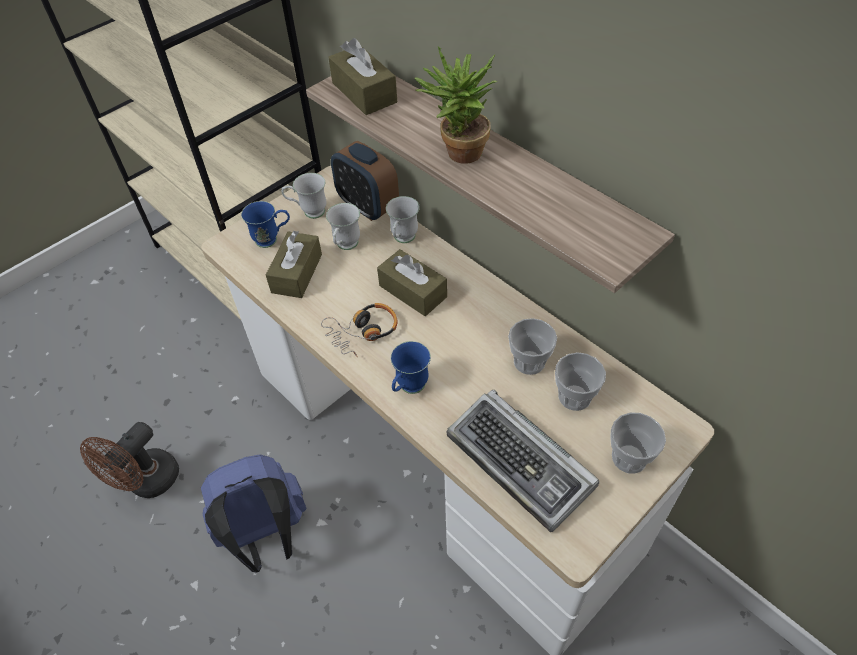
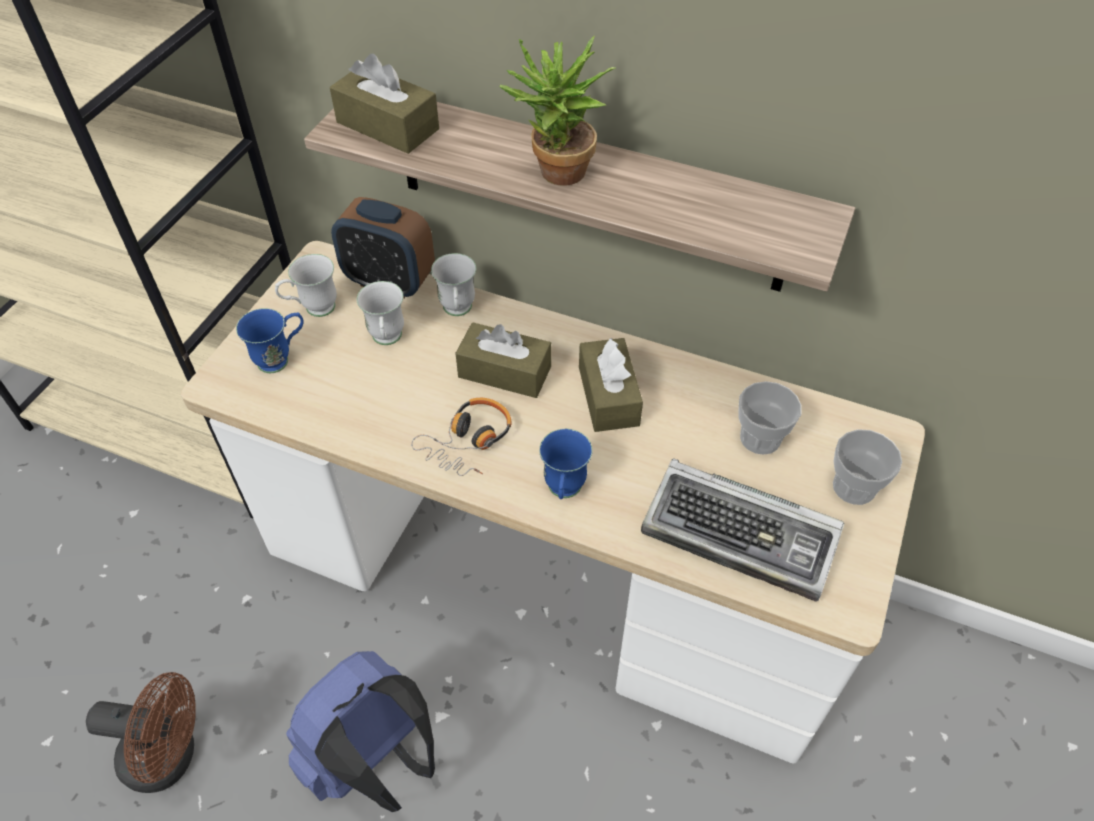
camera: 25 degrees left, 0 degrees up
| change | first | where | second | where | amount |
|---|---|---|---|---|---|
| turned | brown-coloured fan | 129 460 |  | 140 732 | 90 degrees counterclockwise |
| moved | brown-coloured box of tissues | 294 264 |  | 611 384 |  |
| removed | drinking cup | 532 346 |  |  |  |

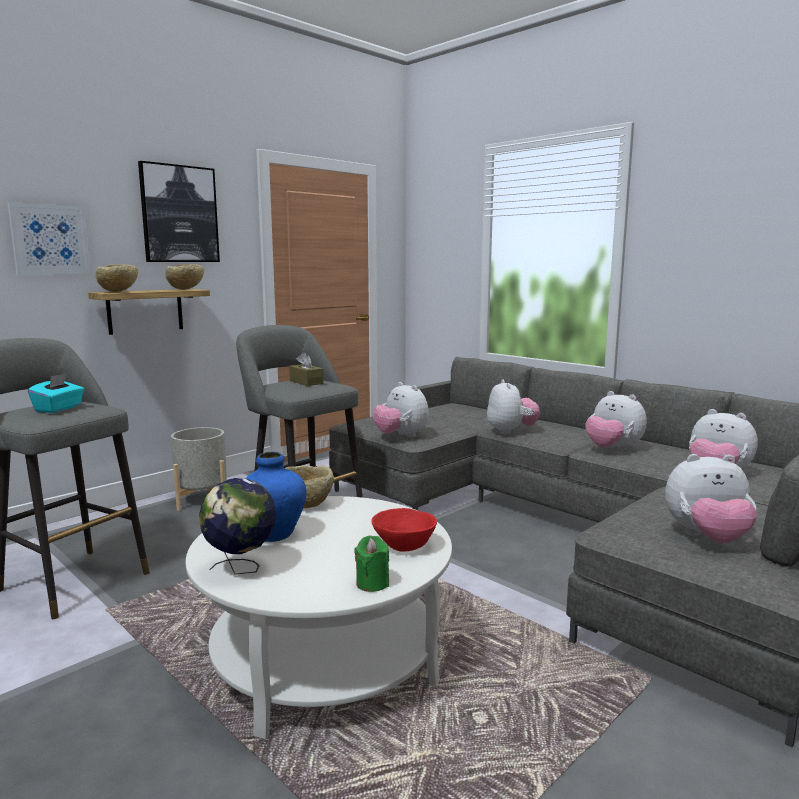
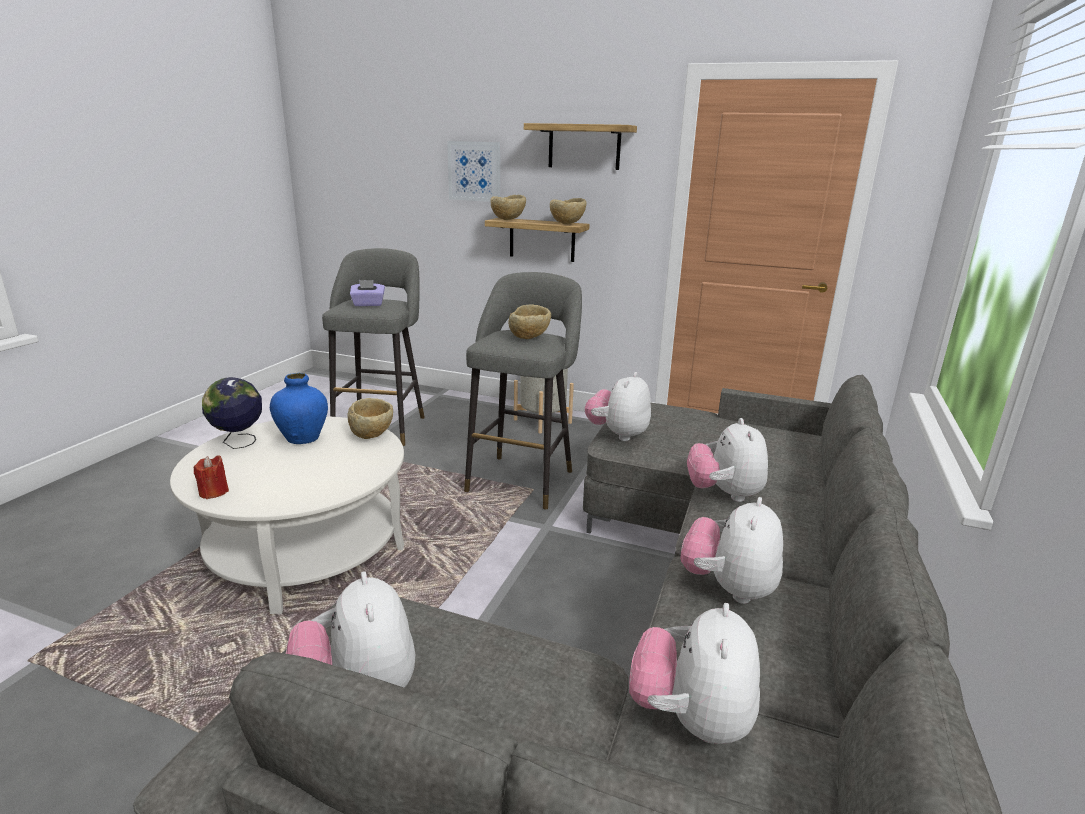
camera: 65 degrees right, 10 degrees up
| change | first | where | second | where | amount |
|---|---|---|---|---|---|
| recoloured | turquoise box of tissues | 55 393 | purple-coloured box of tissues | 367 293 |  |
| replaced | picture | 179 211 | bracket shelf | 580 146 |  |
| replaced | brown-coloured box of tissues | 306 369 | sand-coloured deep dish | 529 321 |  |
| recoloured | green wax light | 371 564 | reddish wax light | 211 477 |  |
| removed | reddish deep dish | 404 529 |  |  |  |
| turned | cuddly toy | 513 406 |  | 727 460 | 120 degrees clockwise |

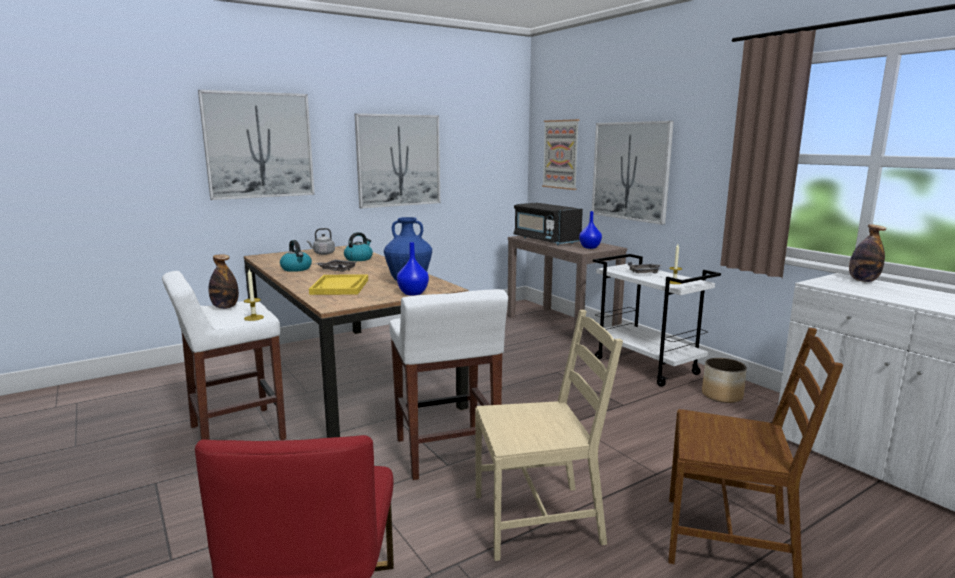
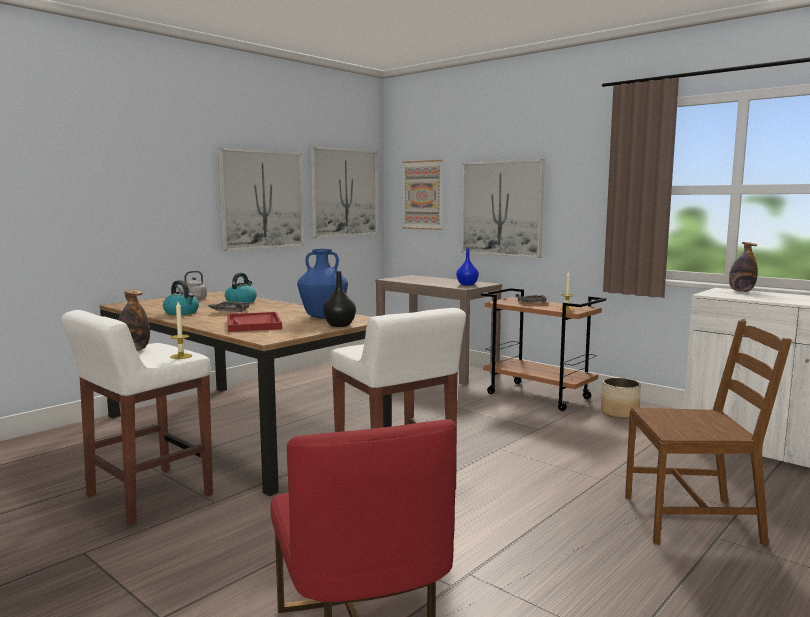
camera: 15 degrees left, 5 degrees down
| change | first | where | second | where | amount |
|---|---|---|---|---|---|
| moved | picture | 256 145 |  | 344 192 |  |
| recoloured | yellow carrying tray | 338 285 | reddish carrying tray | 254 322 |  |
| recoloured | blue-coloured vase | 413 269 | black vase | 339 299 |  |
| removed | sand-coloured plain chair | 549 435 |  |  |  |
| removed | black microwave | 548 224 |  |  |  |
| recoloured | white wheeled cart | 657 320 | brown-coloured wheeled cart | 543 349 |  |

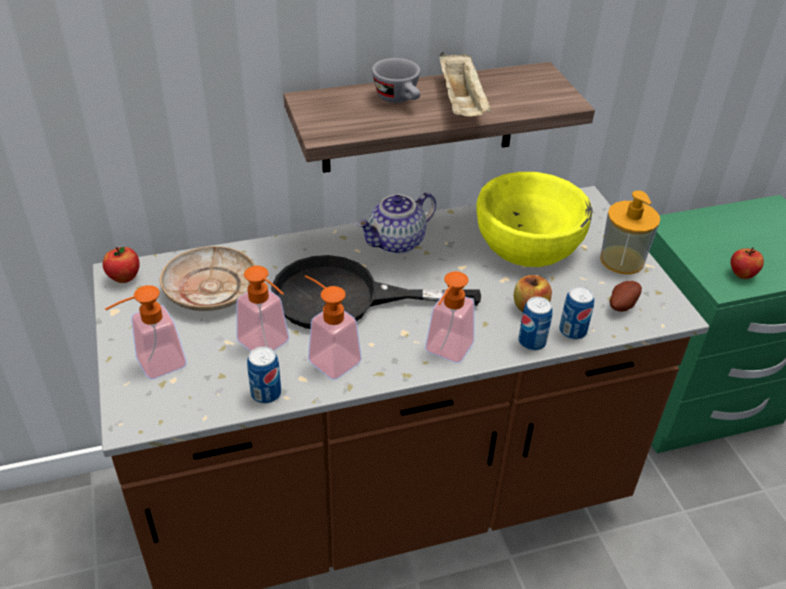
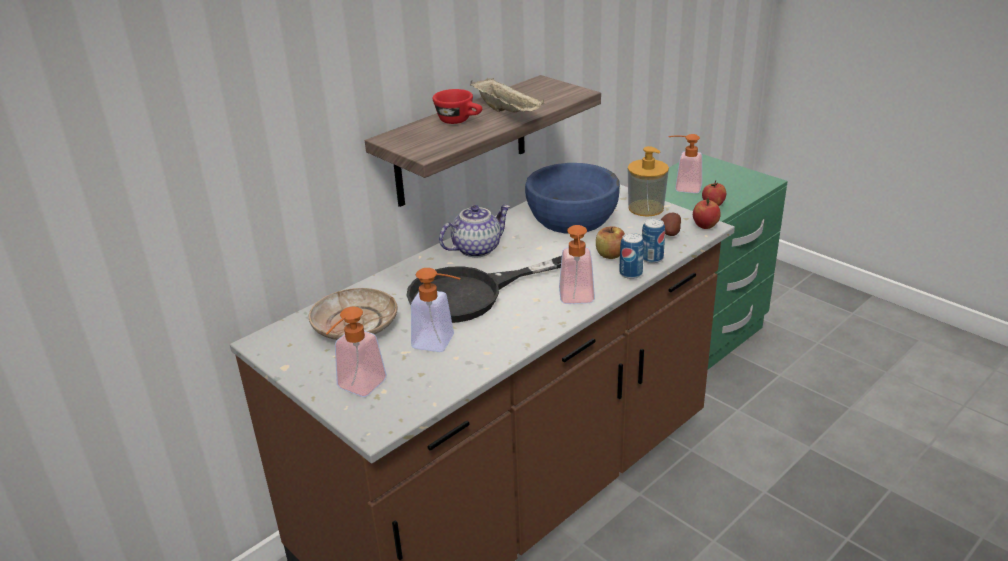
camera: 25 degrees left, 10 degrees down
| change | first | where | second | where | amount |
|---|---|---|---|---|---|
| moved | apple | 121 265 |  | 707 213 |  |
| removed | sealed can | 264 375 |  |  |  |
| moved | soap dispenser | 333 327 |  | 685 163 |  |
| turned | pot for tea | 396 223 |  | 475 231 | 150 degrees counterclockwise |
| recoloured | greyish drinking cup | 396 80 | reddish drinking cup | 457 106 |  |
| recoloured | yellow deep dish | 534 219 | blue-coloured deep dish | 572 198 |  |

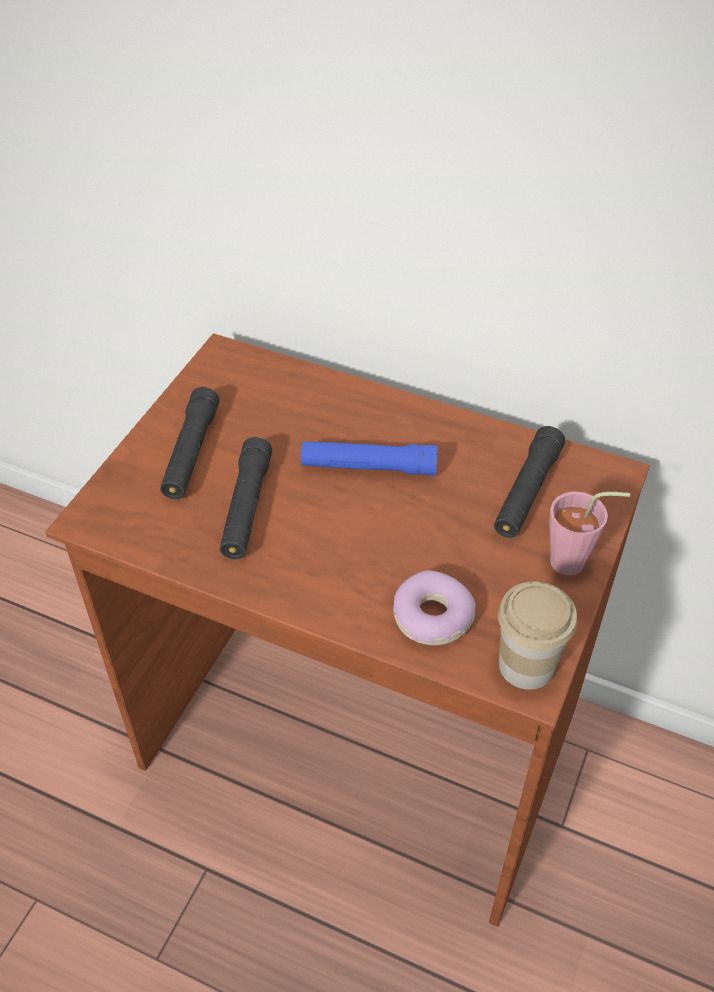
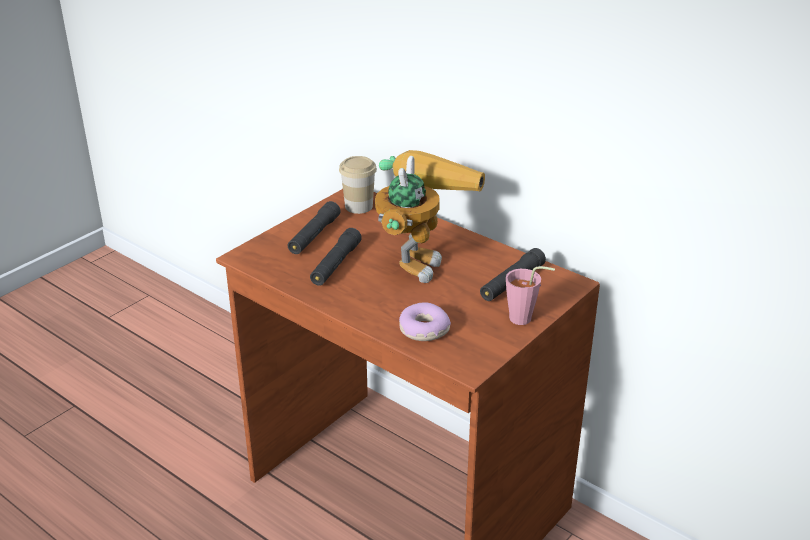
camera: 15 degrees right, 15 degrees down
| change | first | where | second | where | amount |
|---|---|---|---|---|---|
| replaced | blue-coloured torch | 369 458 | robot figure | 430 216 |  |
| moved | drinking cup | 537 635 |  | 358 185 |  |

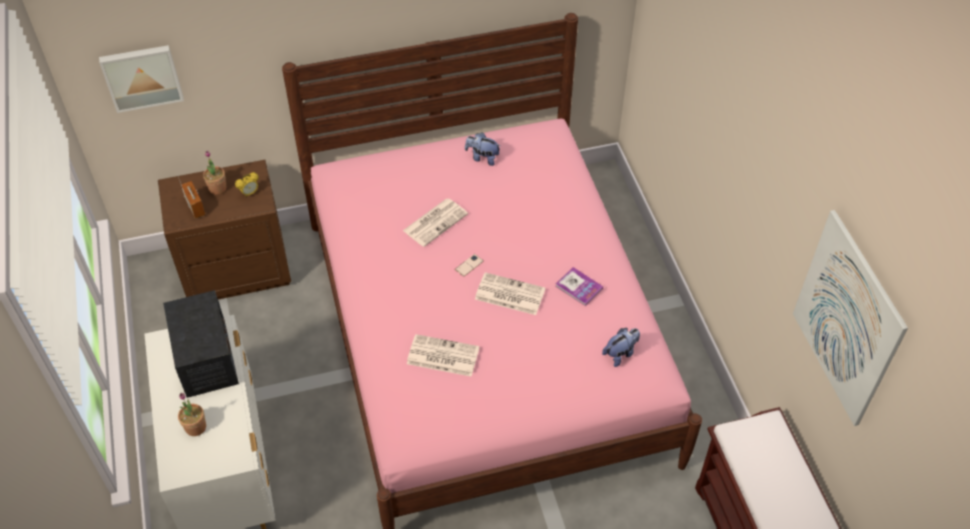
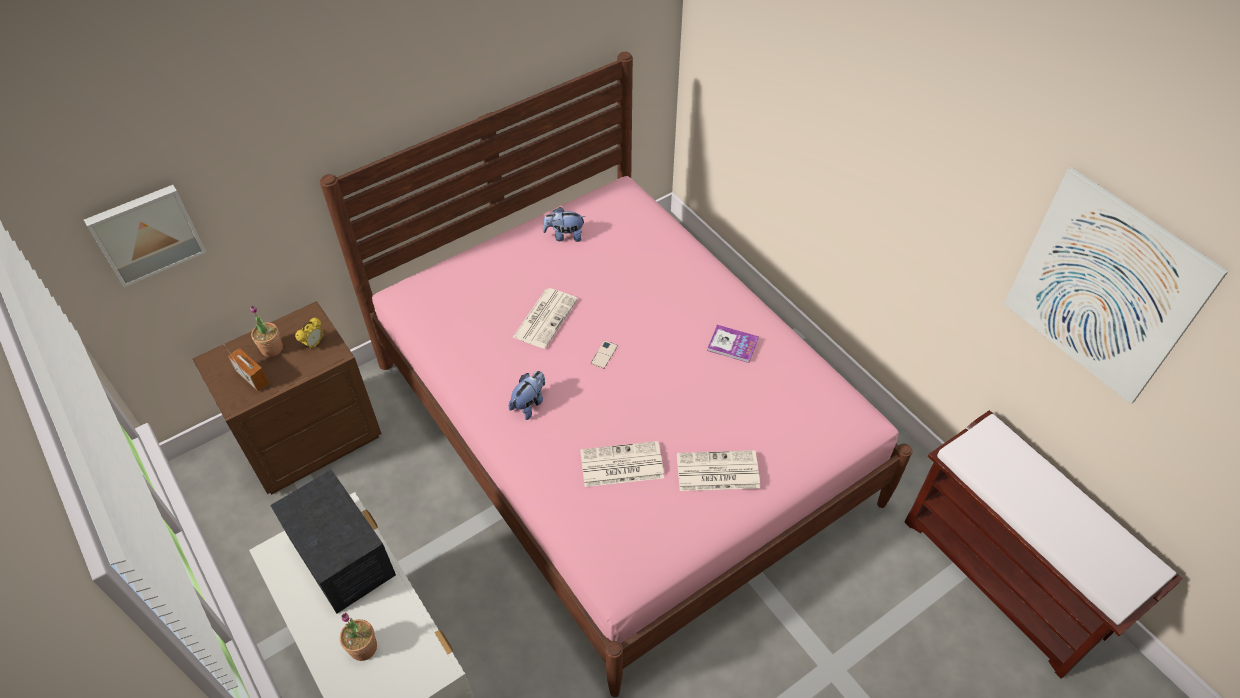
camera: 20 degrees left, 0 degrees up
| change | first | where | second | where | amount |
|---|---|---|---|---|---|
| moved | printed paper | 510 293 |  | 718 470 |  |
| moved | cuddly toy | 621 347 |  | 527 395 |  |

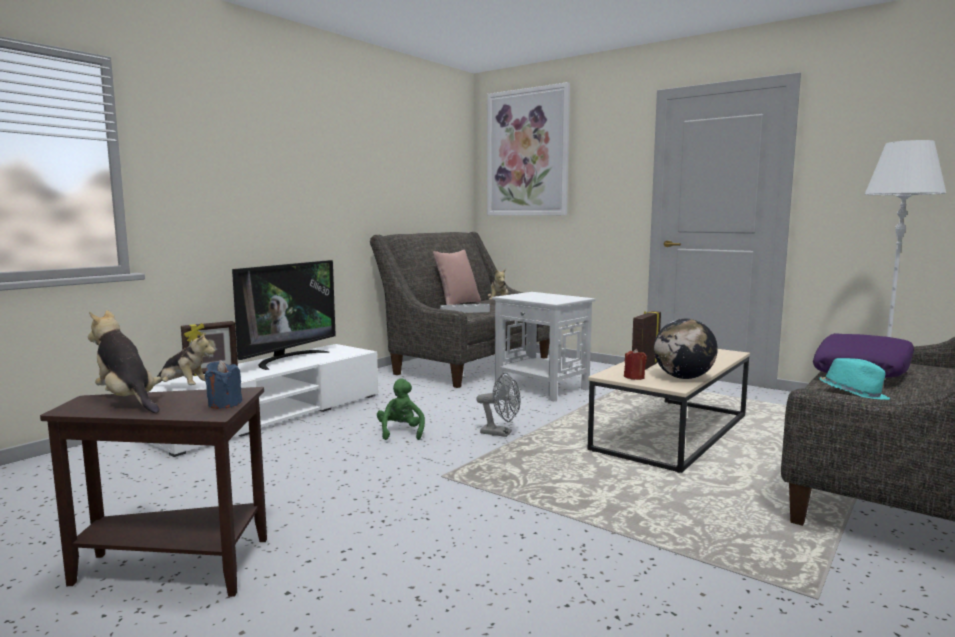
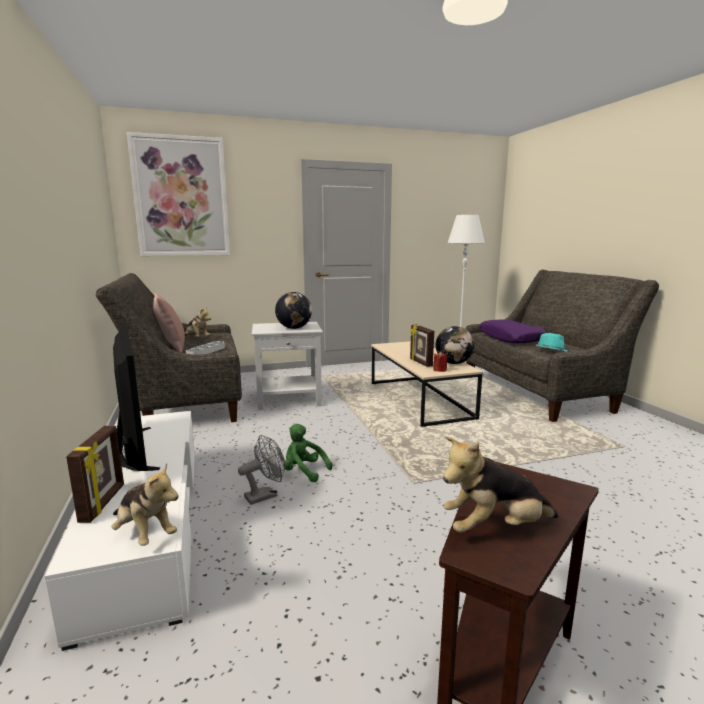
camera: 55 degrees left, 5 degrees up
| change | first | where | second | where | amount |
|---|---|---|---|---|---|
| turned | cuddly toy | 186 358 |  | 145 505 | 75 degrees clockwise |
| removed | blue-coloured wax light | 223 384 |  |  |  |
| moved | greyish fan | 498 405 |  | 261 470 |  |
| added |  |  | world globe | 293 310 |  |

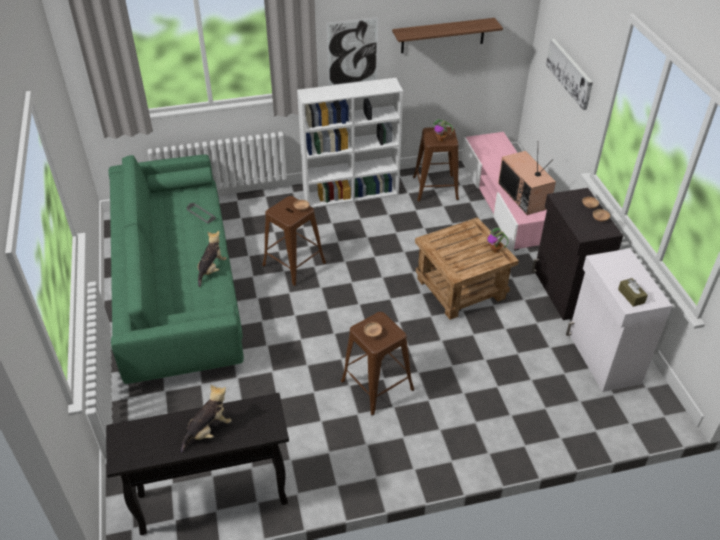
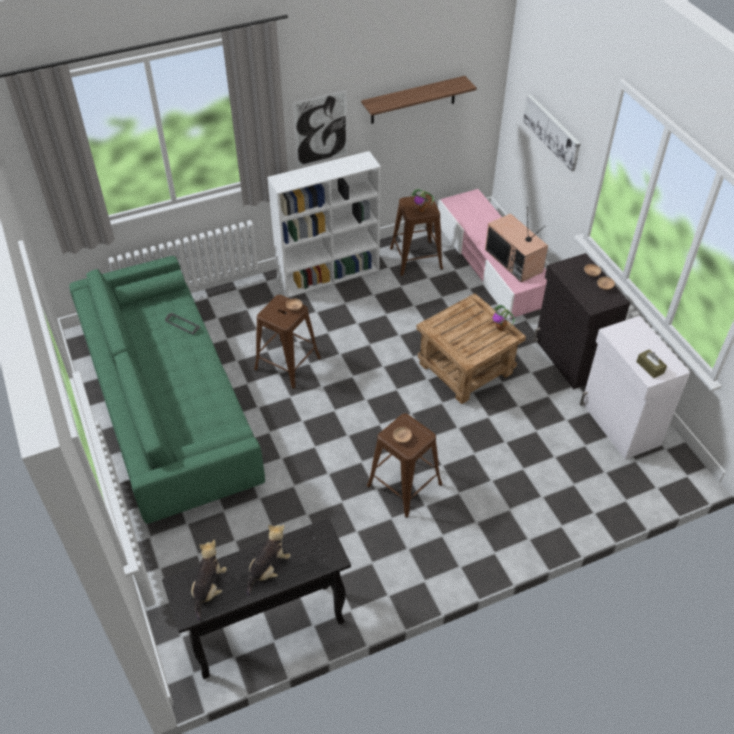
camera: 10 degrees left, 5 degrees up
| change | first | where | second | where | amount |
|---|---|---|---|---|---|
| moved | cuddly toy | 212 259 |  | 209 580 |  |

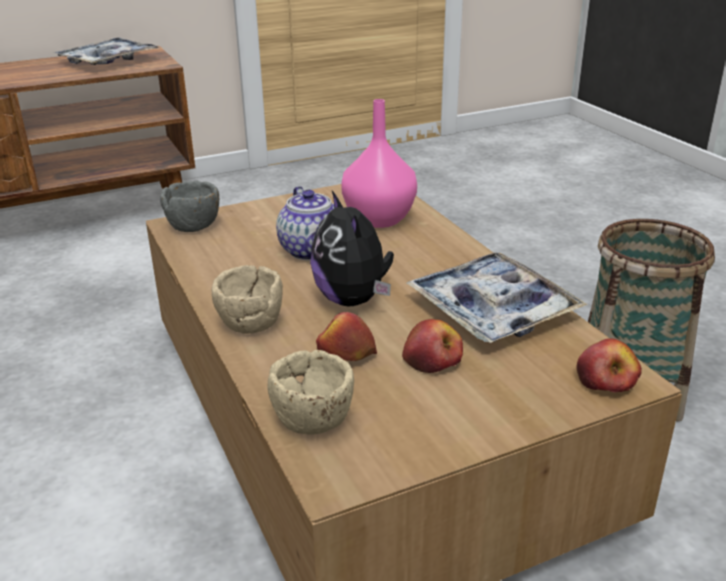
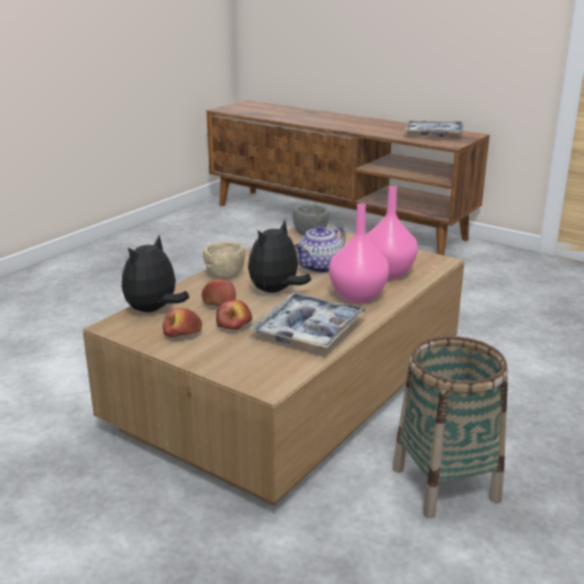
camera: 60 degrees right, 5 degrees down
| change | first | where | second | where | amount |
|---|---|---|---|---|---|
| replaced | sand-coloured deep dish | 311 392 | cuddly toy | 155 273 |  |
| moved | apple | 609 365 |  | 182 323 |  |
| added |  |  | pink vase | 359 253 |  |

